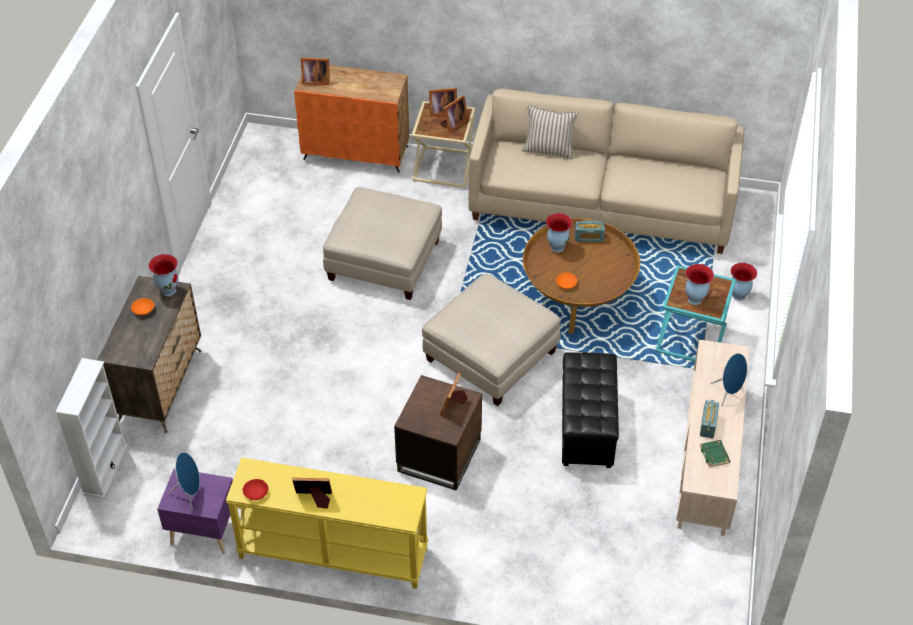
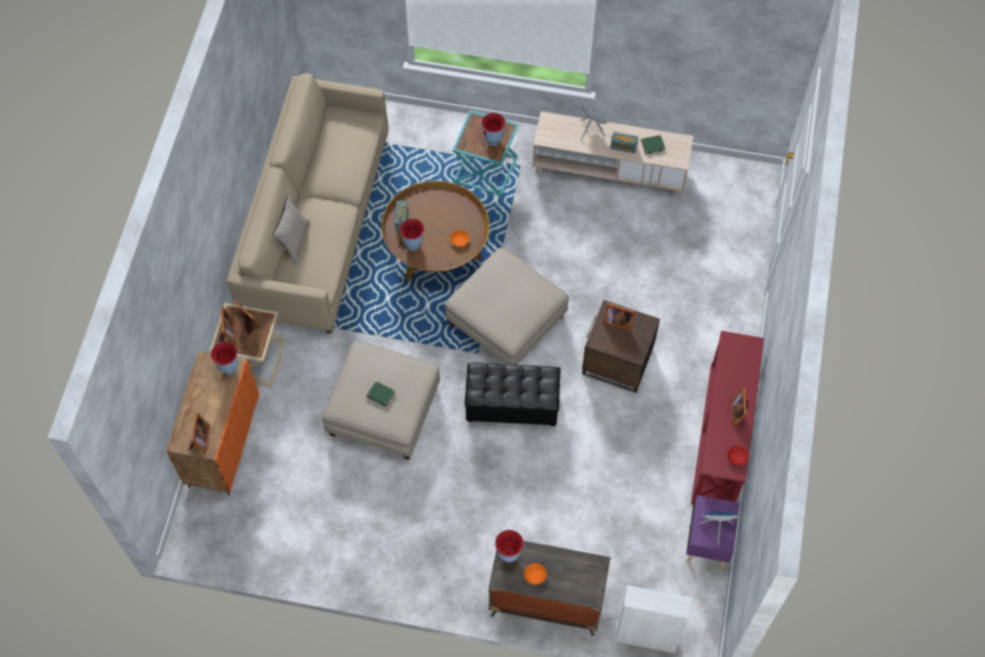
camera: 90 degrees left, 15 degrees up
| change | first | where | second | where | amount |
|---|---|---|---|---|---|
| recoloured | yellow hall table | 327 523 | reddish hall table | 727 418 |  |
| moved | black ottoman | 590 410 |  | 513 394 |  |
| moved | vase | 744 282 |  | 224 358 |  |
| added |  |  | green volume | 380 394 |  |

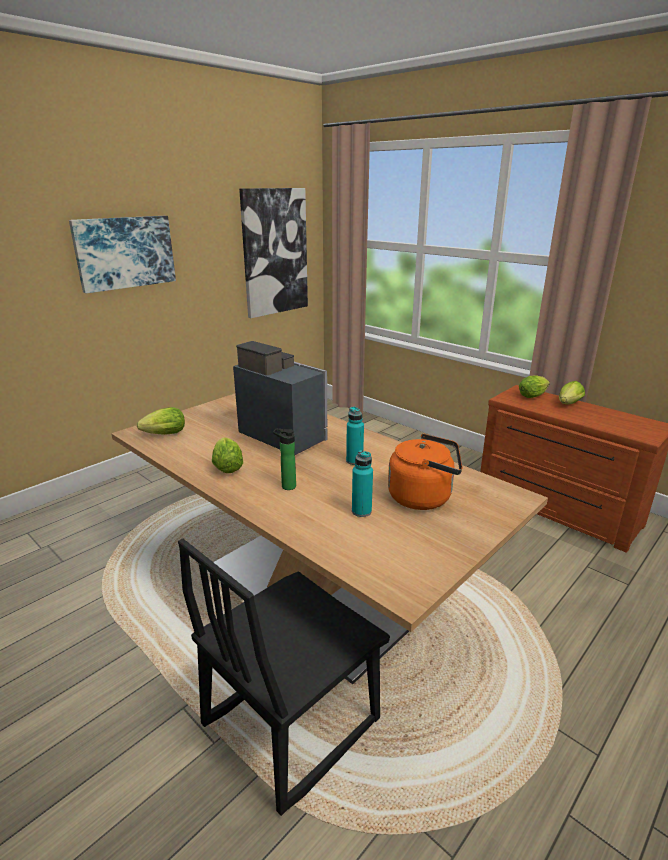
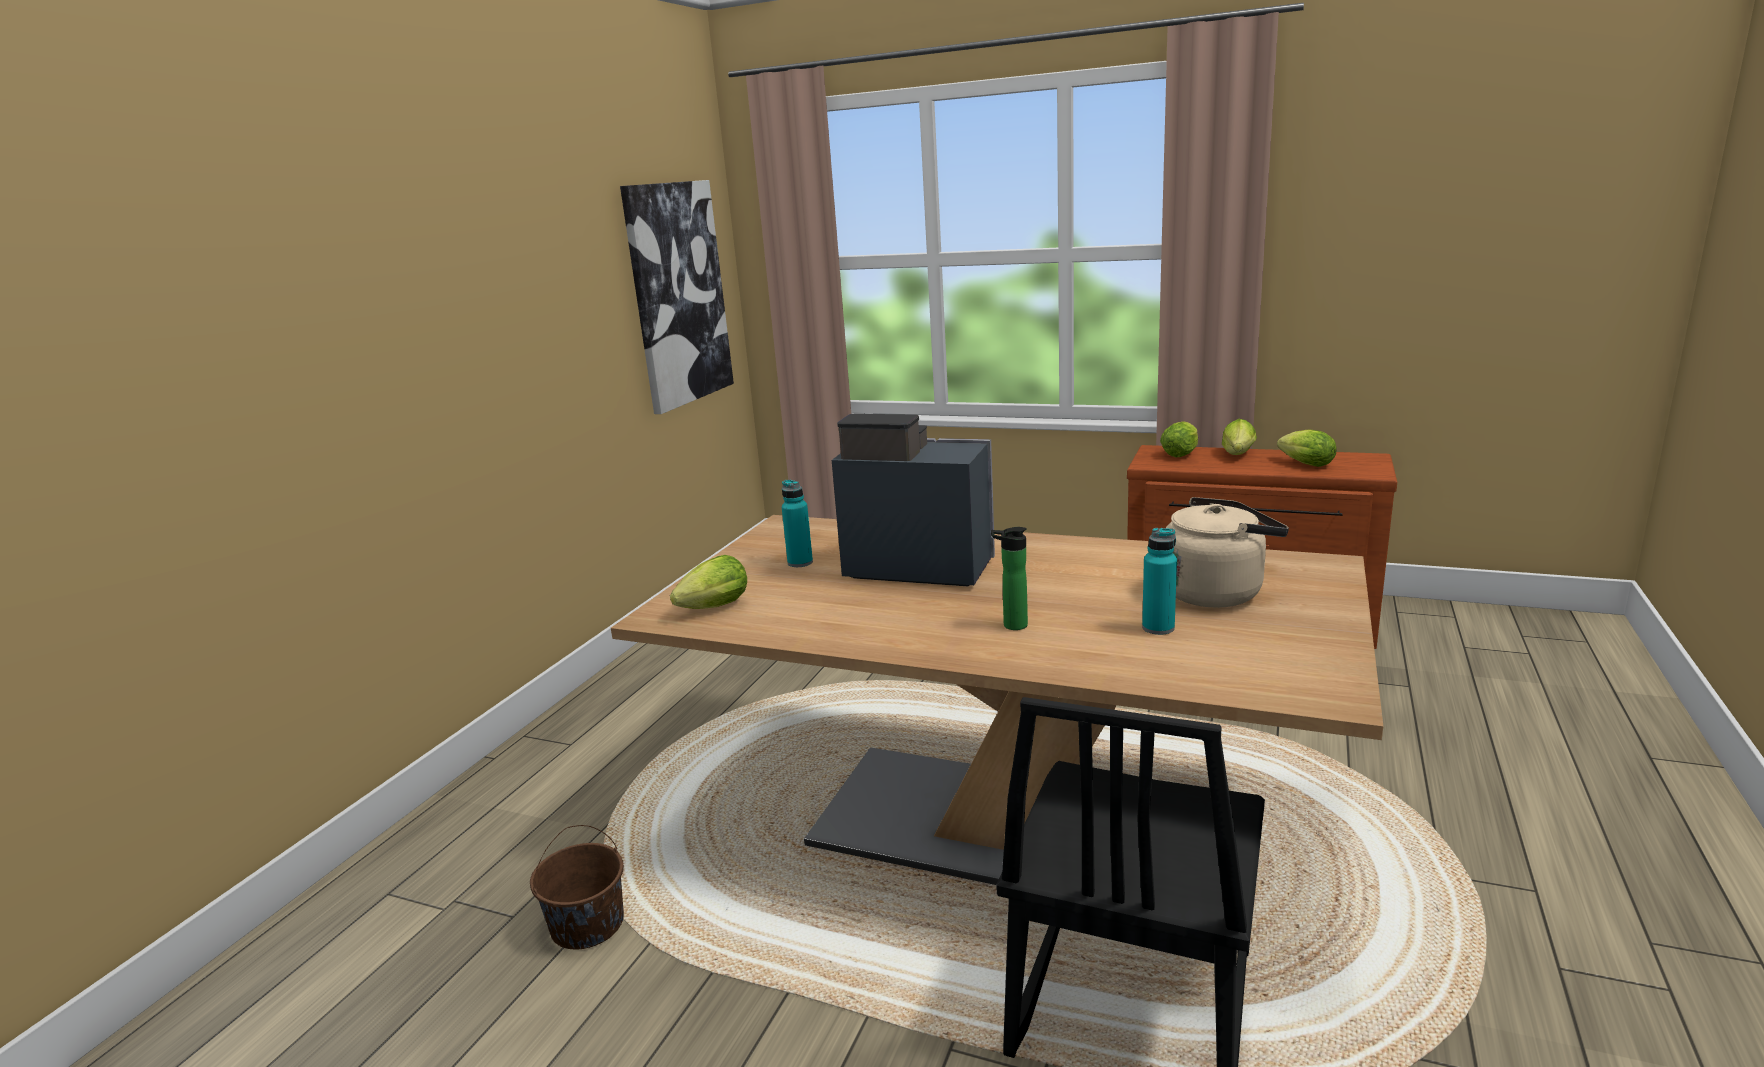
camera: 20 degrees left, 5 degrees down
| change | first | where | second | where | amount |
|---|---|---|---|---|---|
| removed | picture | 122 254 |  |  |  |
| moved | lettuce head | 227 455 |  | 1306 448 |  |
| moved | turquoise bottle | 355 435 |  | 797 523 |  |
| recoloured | orange tea kettle | 425 472 | sand-coloured tea kettle | 1227 552 |  |
| added |  |  | brown-coloured water bucket | 577 887 |  |

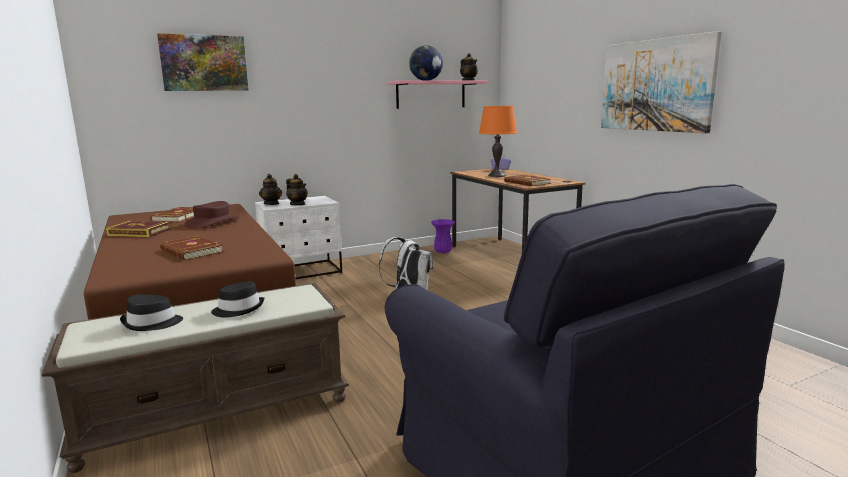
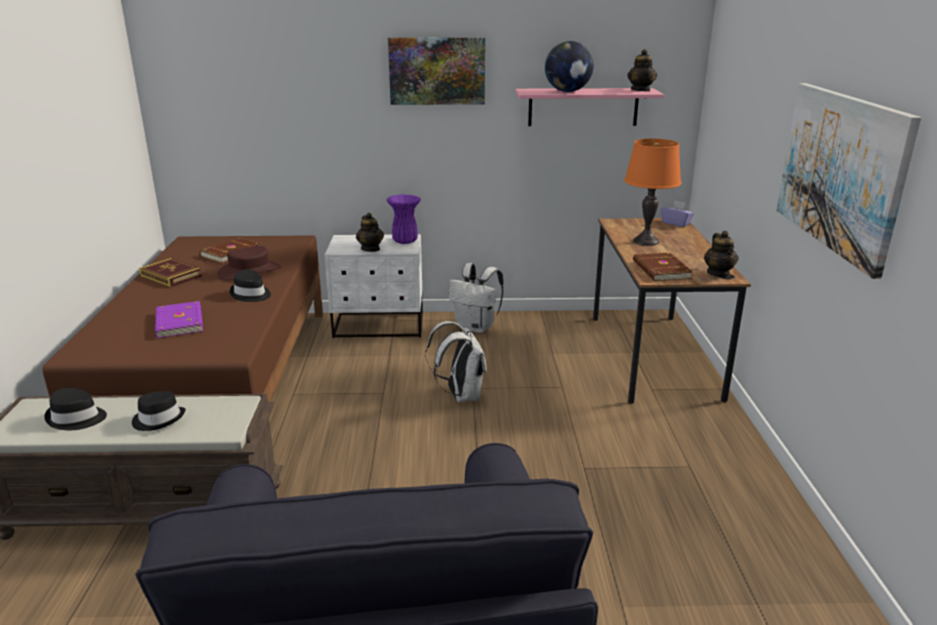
camera: 25 degrees right, 10 degrees up
| change | first | where | second | where | amount |
|---|---|---|---|---|---|
| moved | picture | 202 62 |  | 436 71 |  |
| recoloured | brown-coloured volume | 191 248 | purple-coloured volume | 179 319 |  |
| moved | pot for tea | 270 189 |  | 721 254 |  |
| moved | purple-coloured vase | 443 236 |  | 404 219 |  |
| added |  |  | black hat | 250 285 |  |
| added |  |  | white rucksack | 476 298 |  |

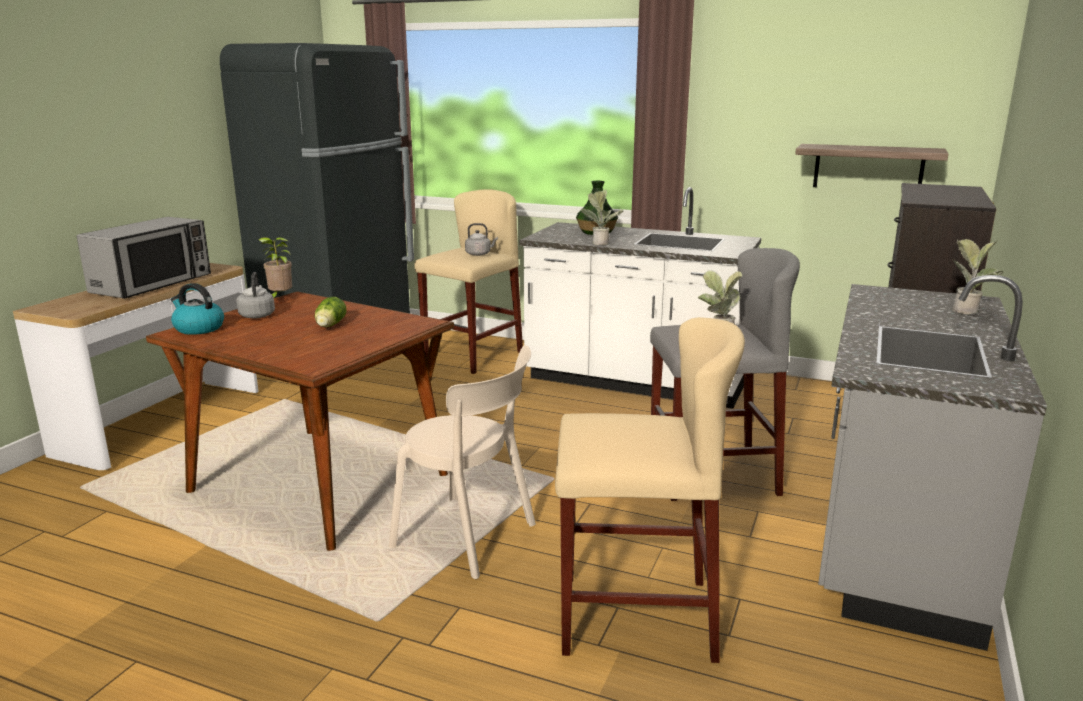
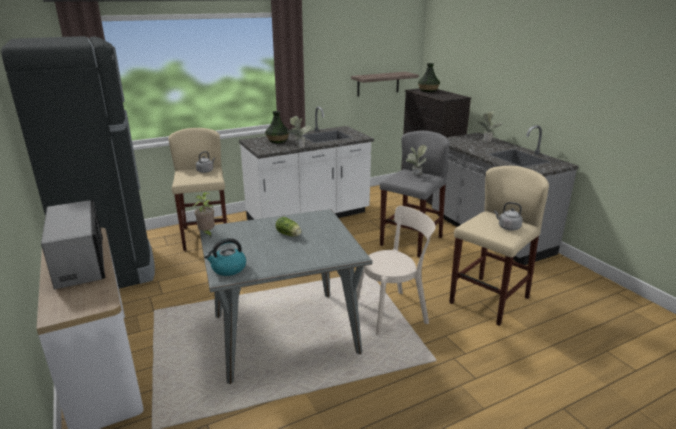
camera: 50 degrees left, 5 degrees up
| change | first | where | second | where | amount |
|---|---|---|---|---|---|
| recoloured | brown-coloured kitchen table | 300 421 | greyish kitchen table | 285 296 |  |
| moved | greyish tea kettle | 256 295 |  | 508 216 |  |
| added |  |  | vase | 429 77 |  |

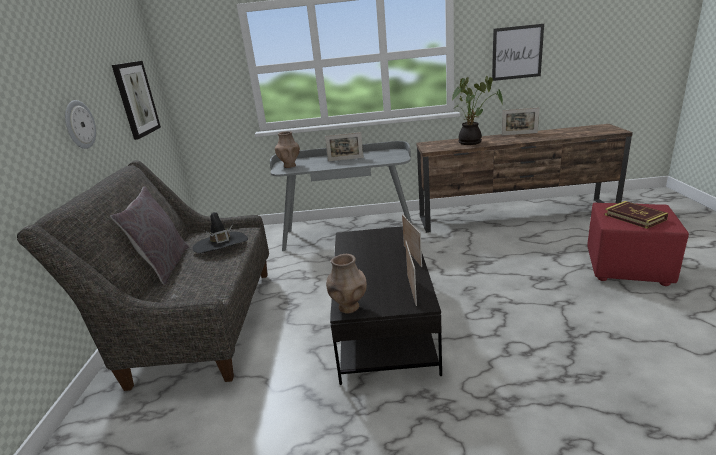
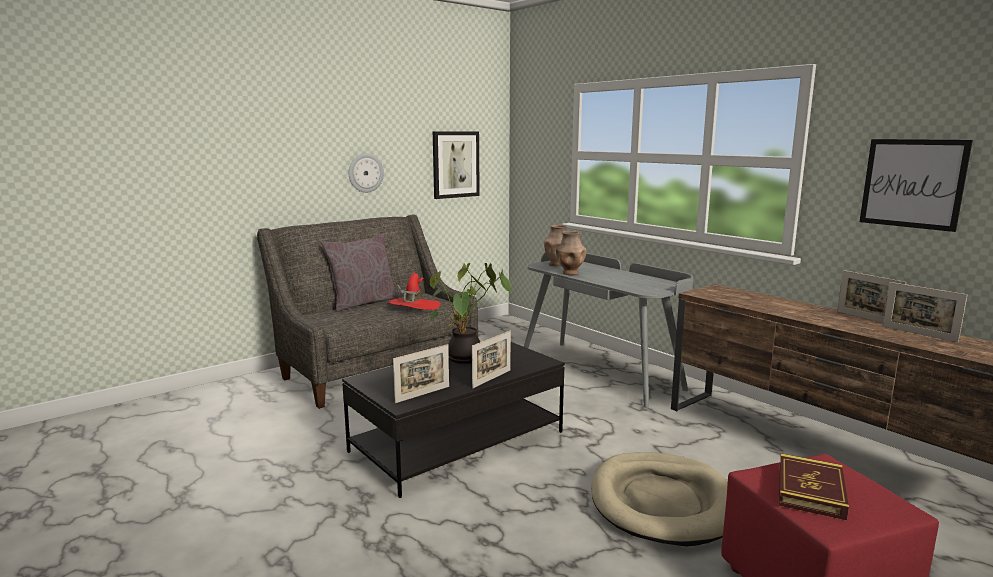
camera: 50 degrees right, 10 degrees down
| change | first | where | second | where | amount |
|---|---|---|---|---|---|
| recoloured | black hat | 220 233 | reddish hat | 413 291 |  |
| moved | picture frame | 344 146 |  | 924 312 |  |
| moved | brown-coloured vase | 346 284 |  | 571 253 |  |
| moved | plant in a pot | 477 110 |  | 470 313 |  |
| added |  |  | sand-coloured dog cushion | 659 499 |  |

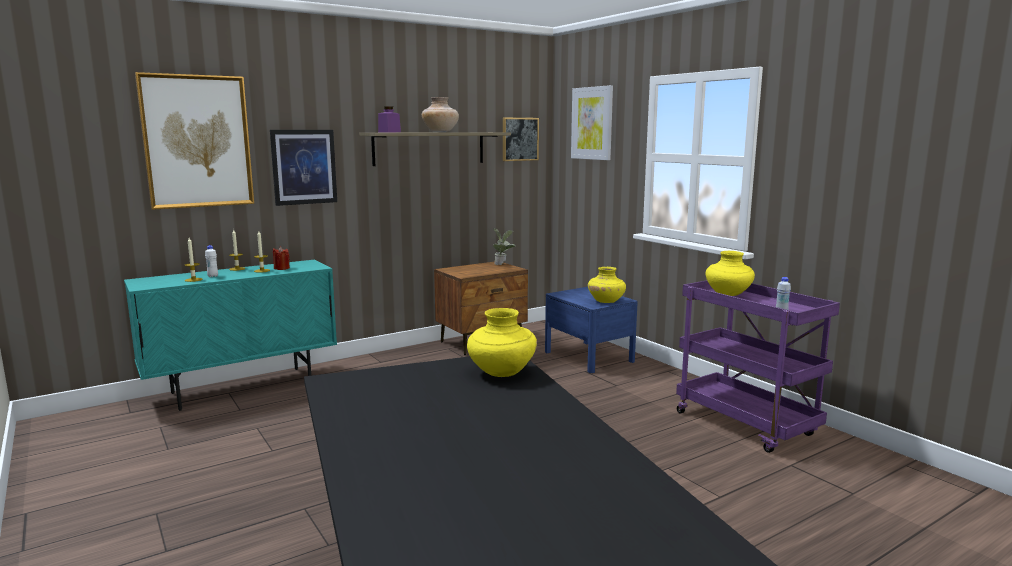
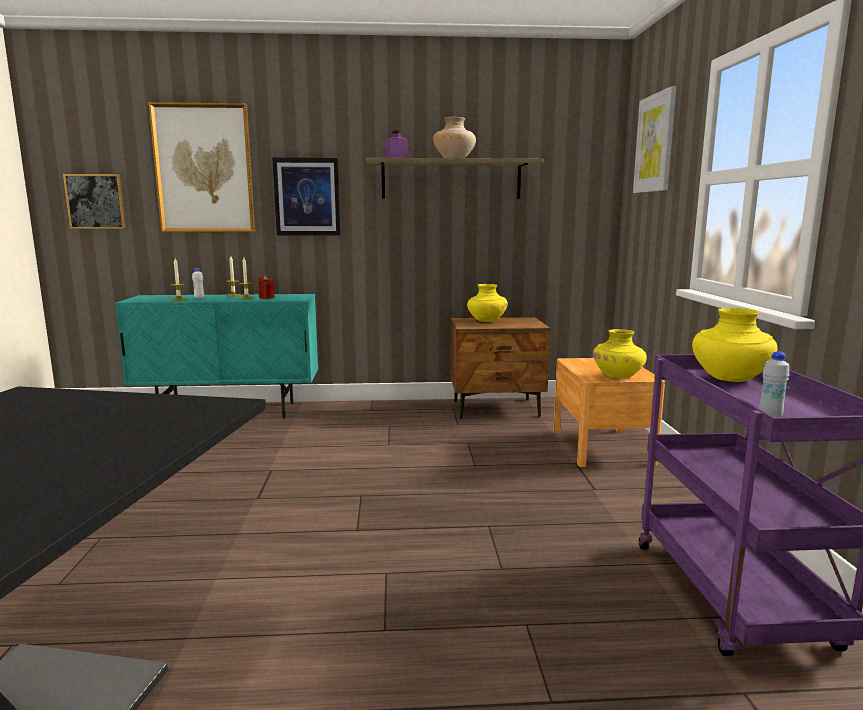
camera: 30 degrees right, 0 degrees up
| change | first | where | second | where | amount |
|---|---|---|---|---|---|
| moved | yellow vase | 502 342 |  | 487 303 |  |
| removed | plant in a pot | 504 246 |  |  |  |
| moved | picture | 521 139 |  | 94 201 |  |
| recoloured | blue-coloured night table | 591 330 | brown-coloured night table | 609 412 |  |

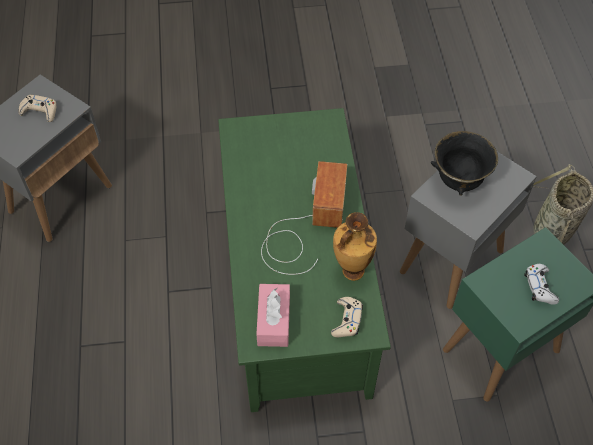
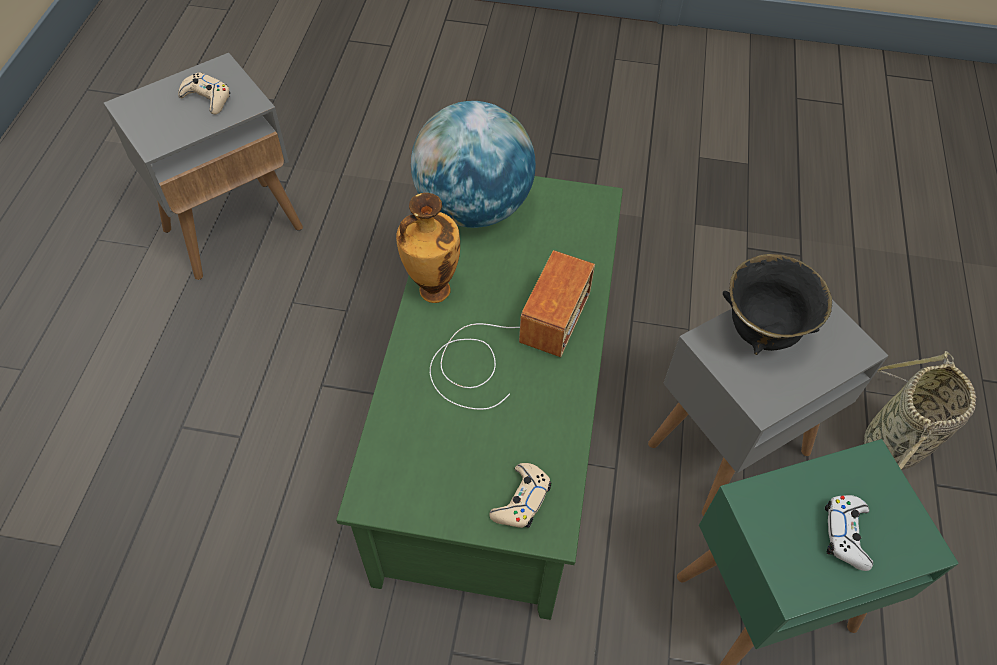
camera: 15 degrees right, 0 degrees up
| change | first | where | second | where | amount |
|---|---|---|---|---|---|
| removed | pink box of tissues | 273 315 |  |  |  |
| moved | vase | 355 246 |  | 428 248 |  |
| added |  |  | world globe | 473 164 |  |

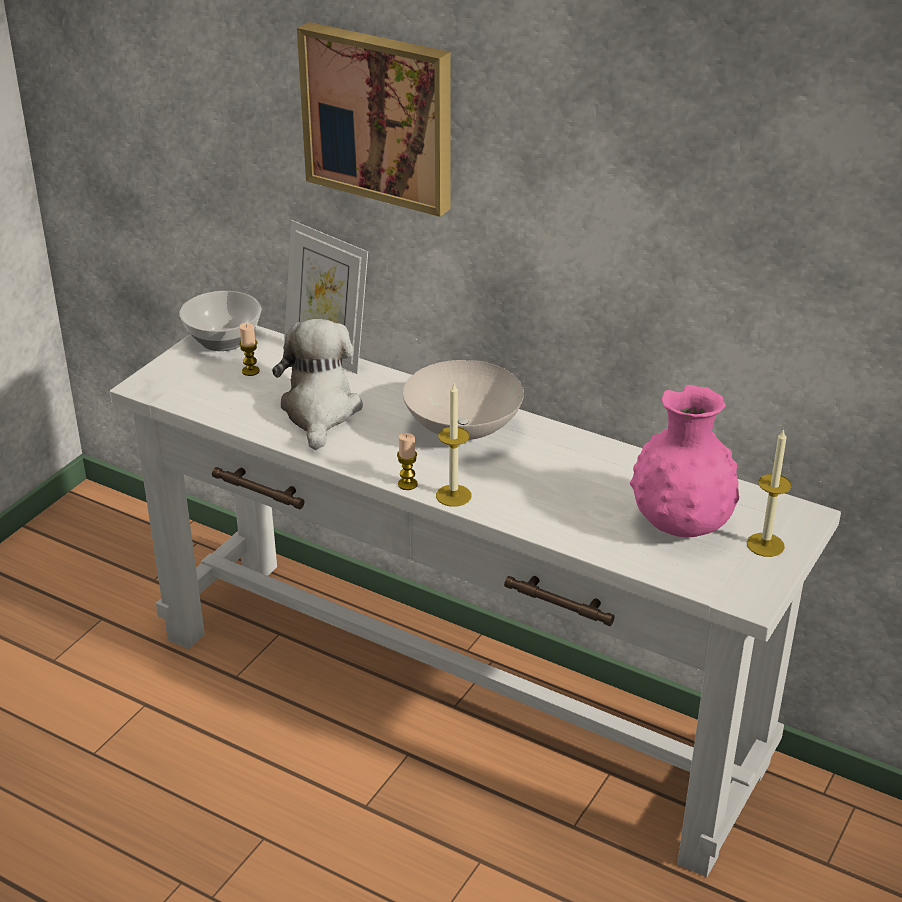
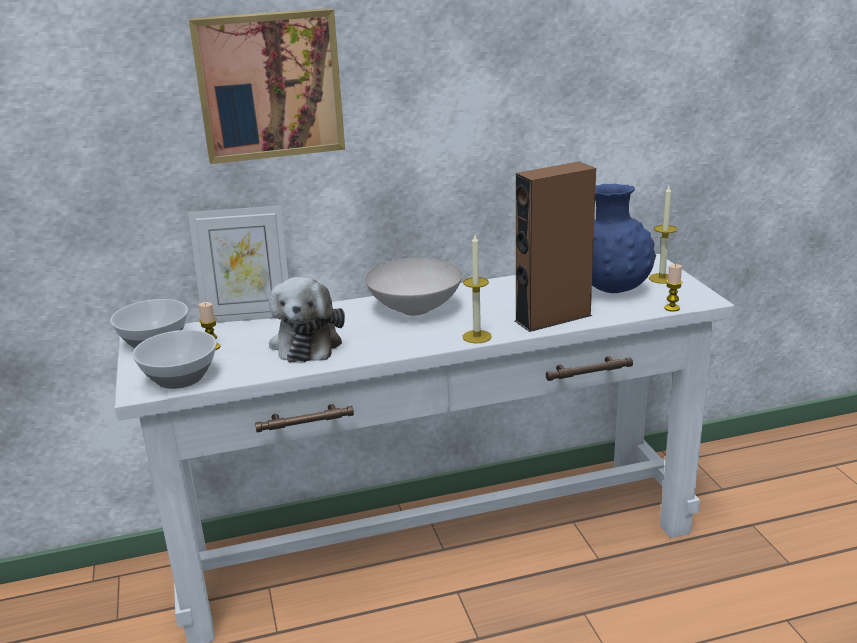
camera: 45 degrees left, 10 degrees down
| change | first | where | second | where | amount |
|---|---|---|---|---|---|
| turned | cuddly toy | 317 384 |  | 307 319 | 135 degrees counterclockwise |
| moved | wax light | 407 461 |  | 673 288 |  |
| recoloured | pink vase | 684 461 | blue-coloured vase | 624 238 |  |
| added |  |  | deep dish | 175 359 |  |
| added |  |  | brown-coloured speaker | 555 247 |  |

